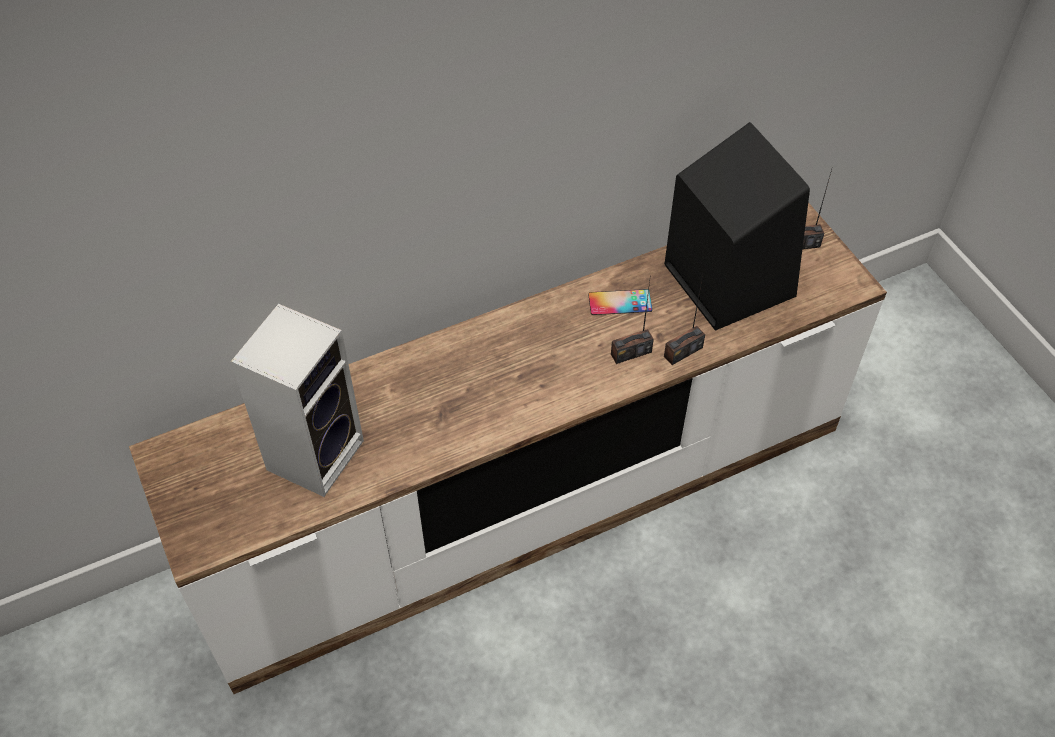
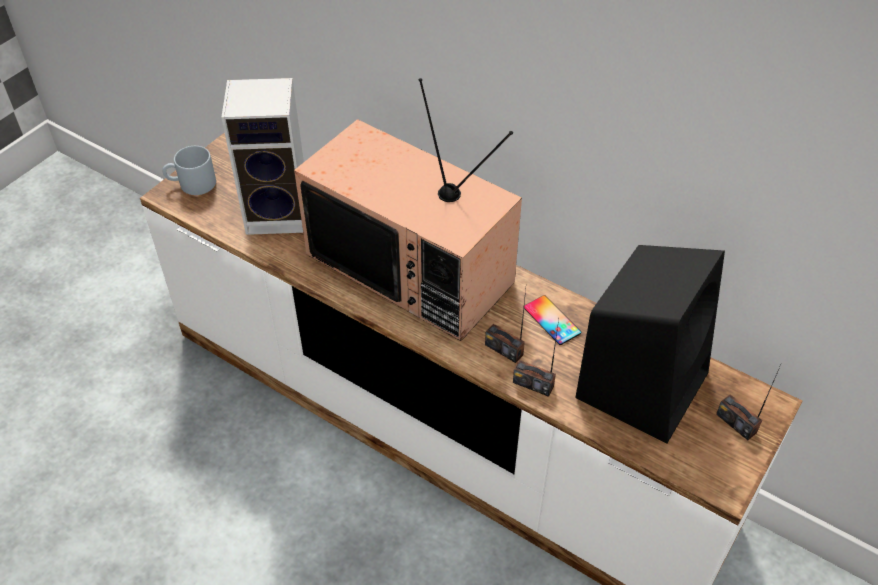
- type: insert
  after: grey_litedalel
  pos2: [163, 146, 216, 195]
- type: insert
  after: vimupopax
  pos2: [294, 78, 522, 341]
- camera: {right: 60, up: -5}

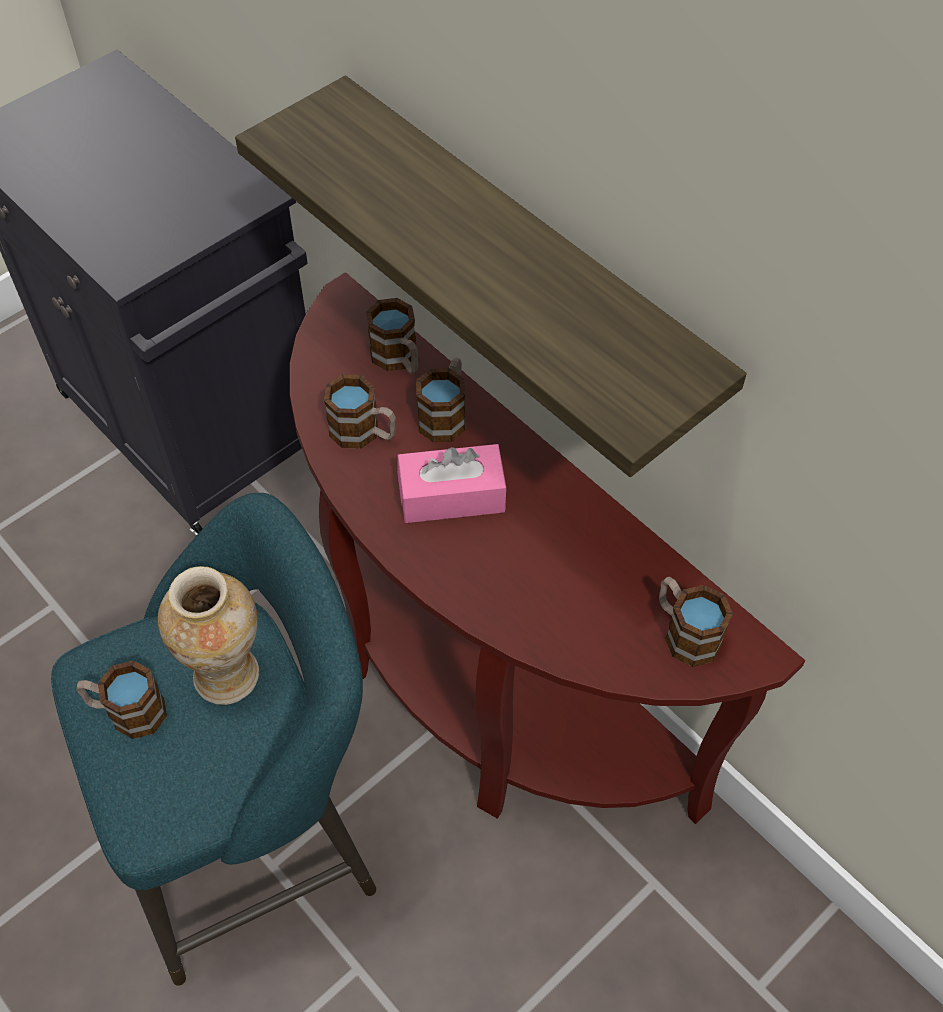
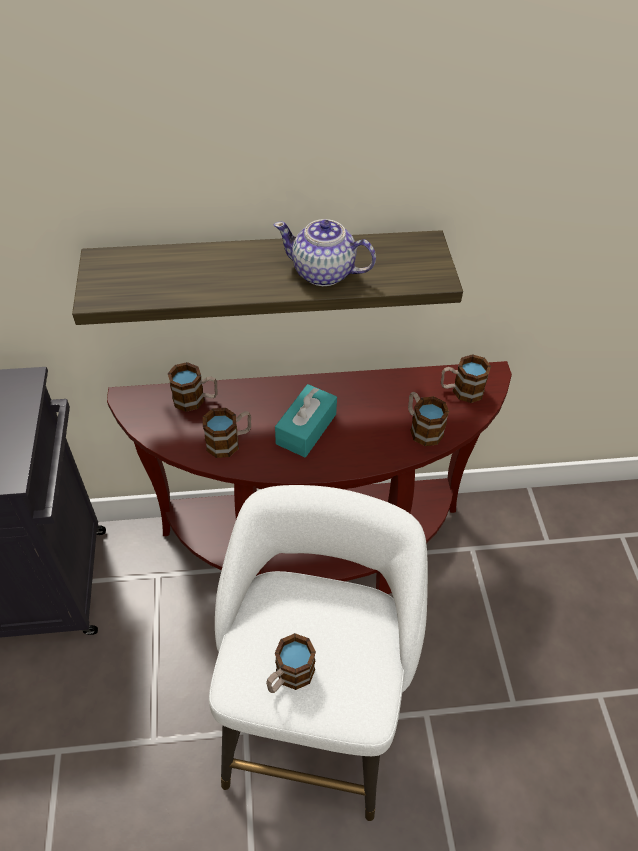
- type: delete
  before: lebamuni
  pos1: [158, 566, 259, 705]
- type: insert
  after: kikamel
  pos2: [274, 219, 376, 286]
- type: move
  before: litedalel
  pos1: [416, 358, 465, 442]
  pos2: [408, 392, 449, 446]
- type: recolor
  before: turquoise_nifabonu
  after: white_nifabonu
  pos1: [51, 493, 376, 986]
  pos2: [209, 485, 428, 821]
- type: recolor
  before: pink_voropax
  after: turquoise_voropax
  pos1: [397, 444, 507, 523]
  pos2: [275, 384, 337, 457]
- camera: {right: -55, up: -5}

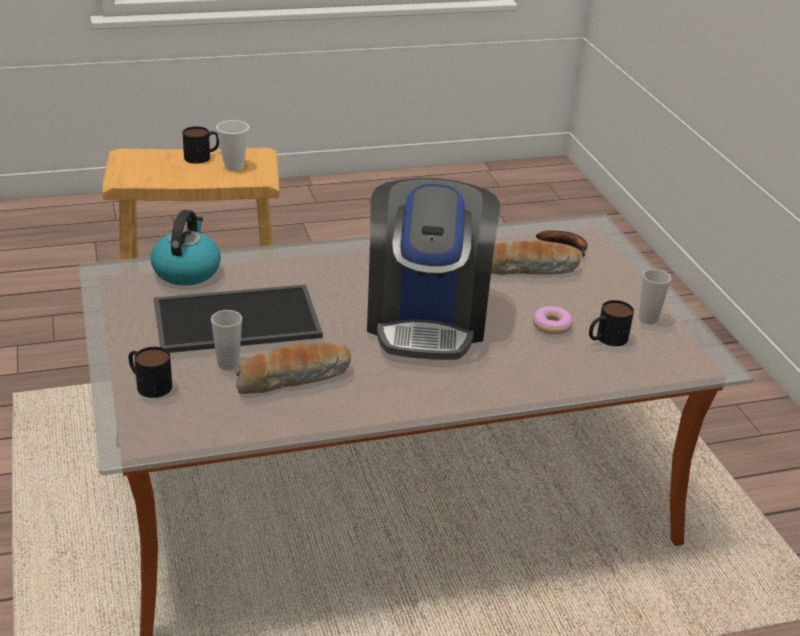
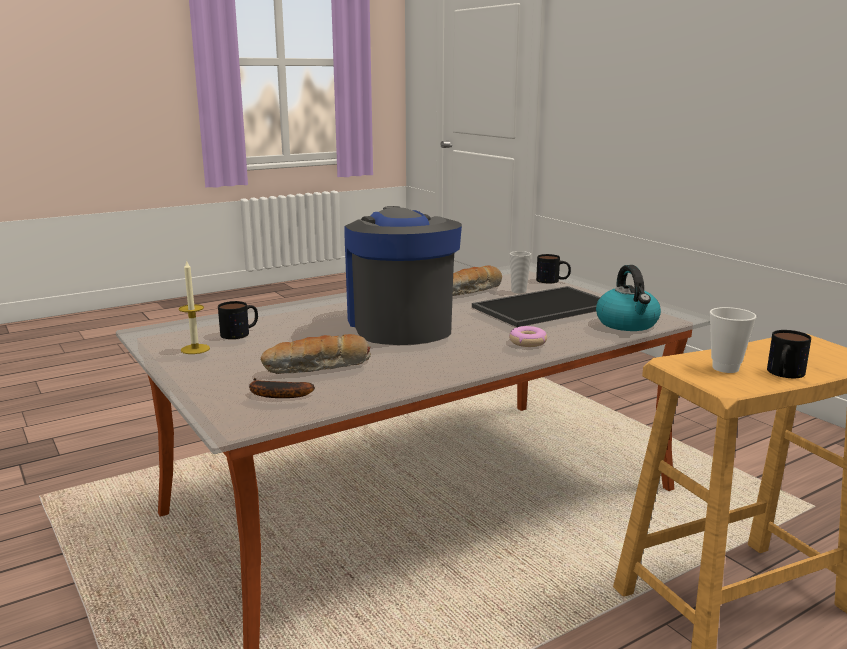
- type: move
  before: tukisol
  pos1: [533, 306, 573, 335]
  pos2: [509, 326, 547, 347]
- type: replace
  before: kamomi
  after: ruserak
  pos1: [639, 269, 671, 324]
  pos2: [179, 261, 210, 354]
- camera: {right: 165, up: -15}

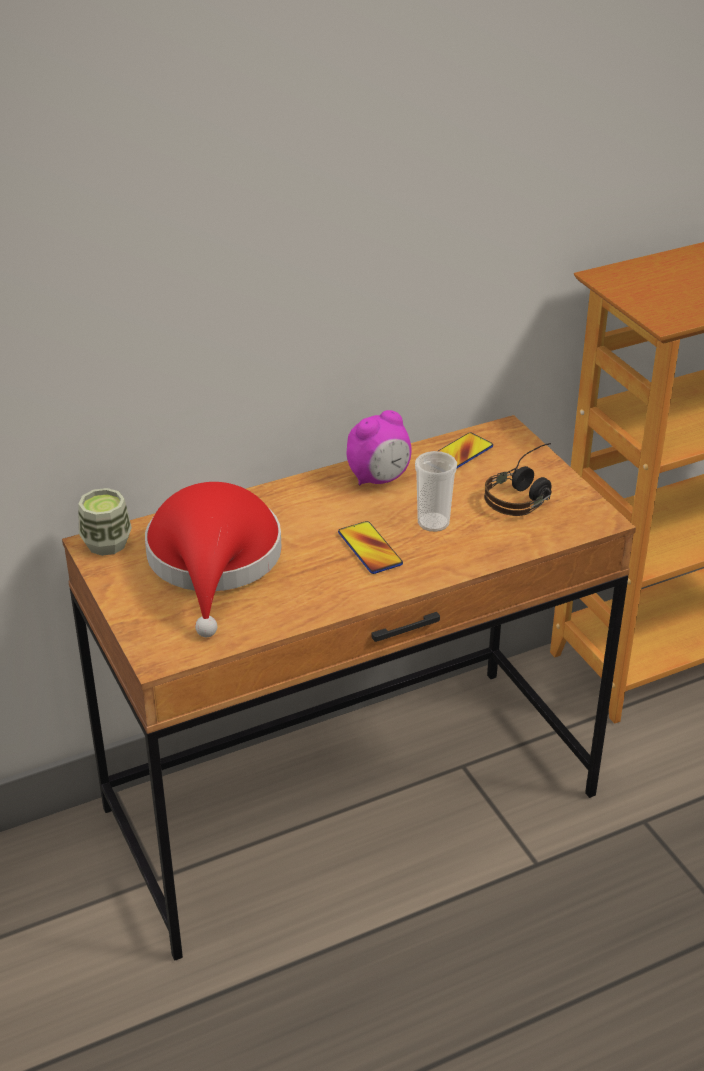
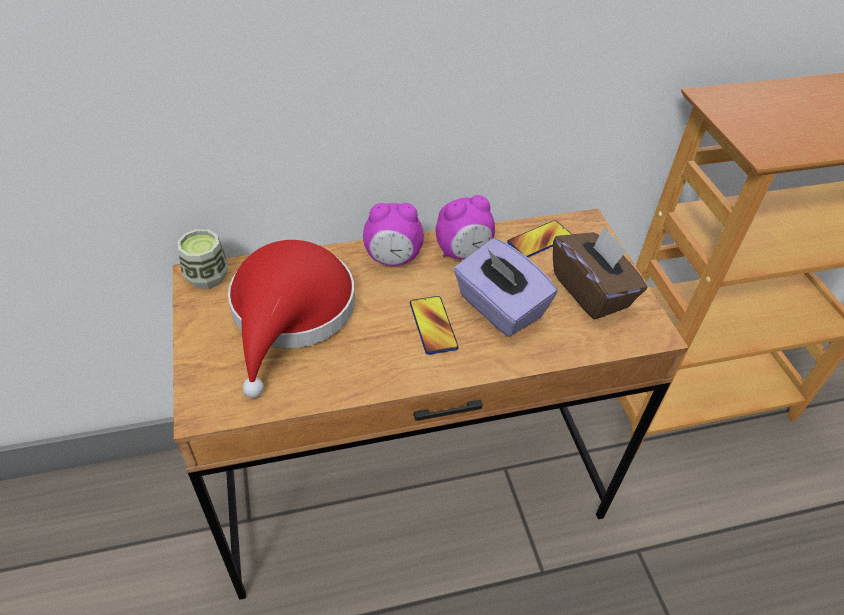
- type: insert
  after: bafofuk
  pos2: [363, 203, 424, 266]
- type: replace
  before: kamomi
  after: purple_voropax
  pos1: [415, 451, 457, 532]
  pos2: [454, 238, 558, 337]
- type: replace
  before: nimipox
  after: brown_voropax
  pos1: [484, 443, 552, 516]
  pos2: [553, 226, 647, 320]
- camera: {right: 10, up: 10}

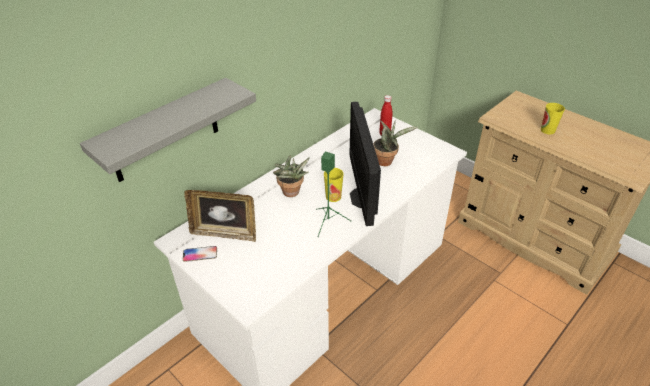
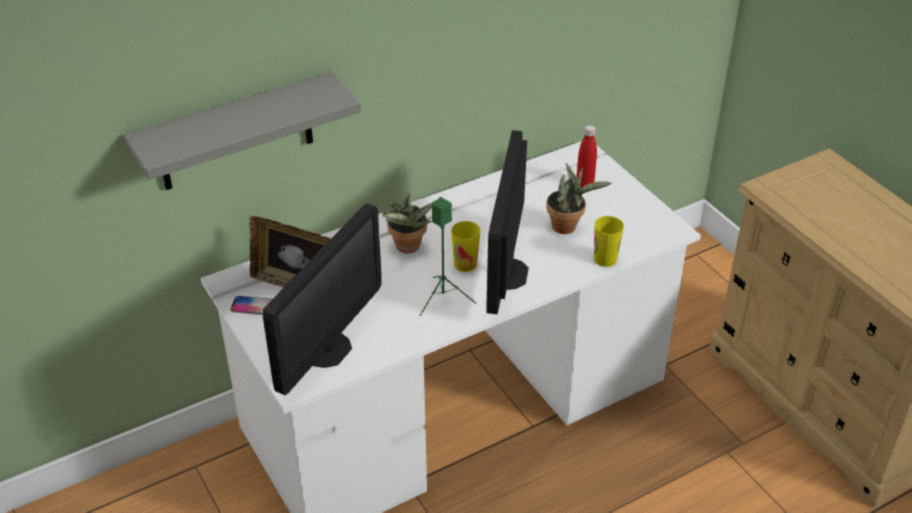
- type: insert
  after: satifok
  pos2: [263, 204, 382, 395]
- type: move
  before: kamomi
  pos1: [541, 103, 565, 134]
  pos2: [594, 216, 624, 267]
- camera: {right: 15, up: 0}

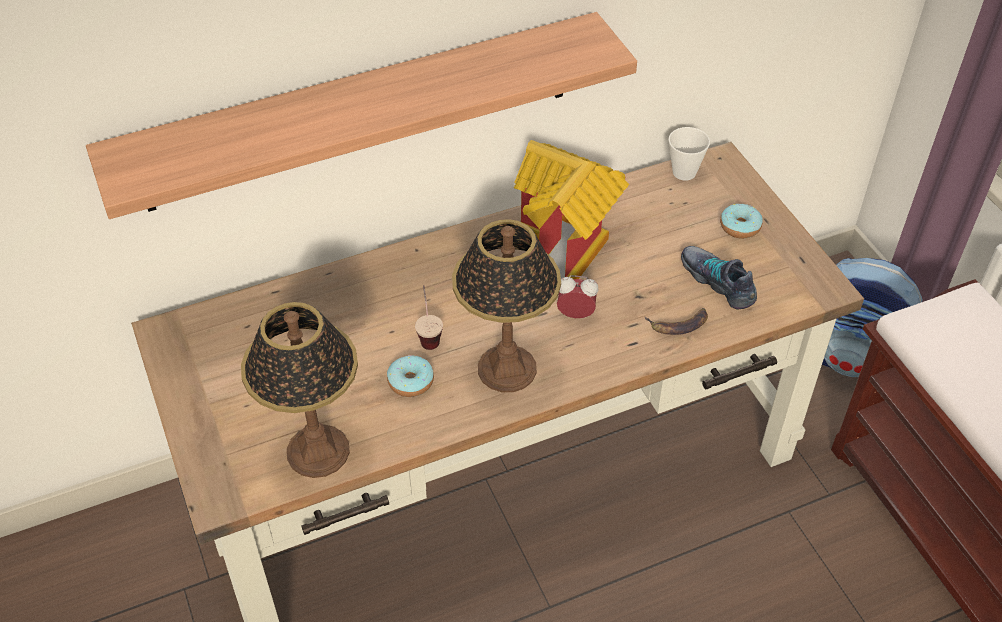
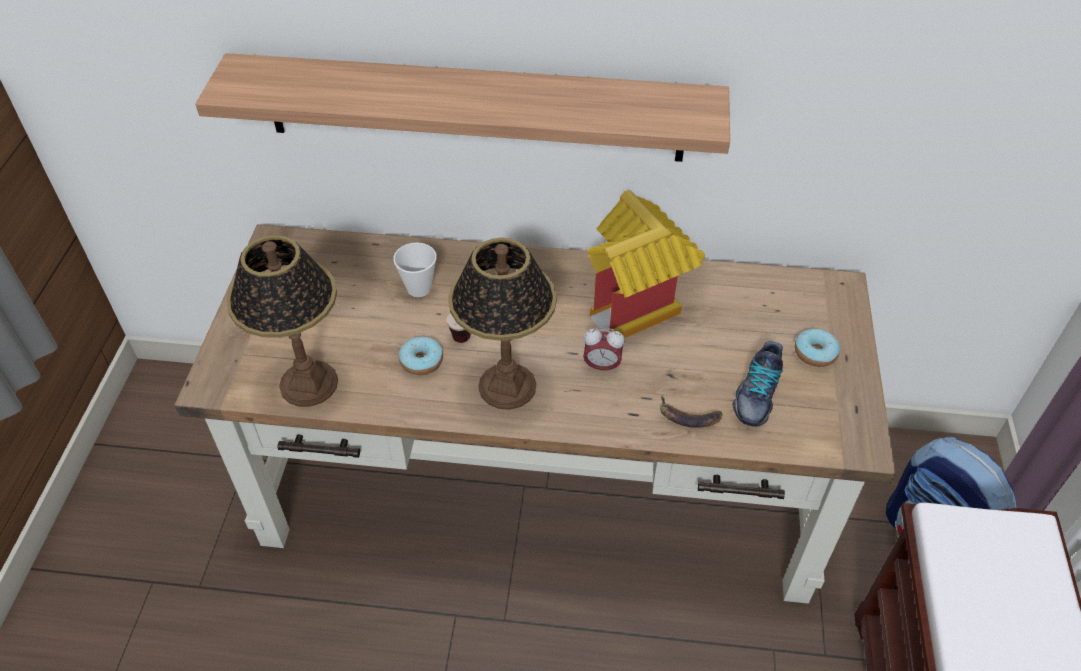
- type: move
  before: kamomi
  pos1: [668, 127, 710, 181]
  pos2: [393, 243, 437, 297]
- type: rotate
  before: bafofuk
  pos1: [557, 275, 598, 318]
  pos2: [583, 327, 625, 373]
  turn: 150
- type: rotate
  before: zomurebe
  pos1: [681, 246, 757, 310]
  pos2: [732, 341, 783, 426]
  turn: -150
- camera: {right: 30, up: 0}

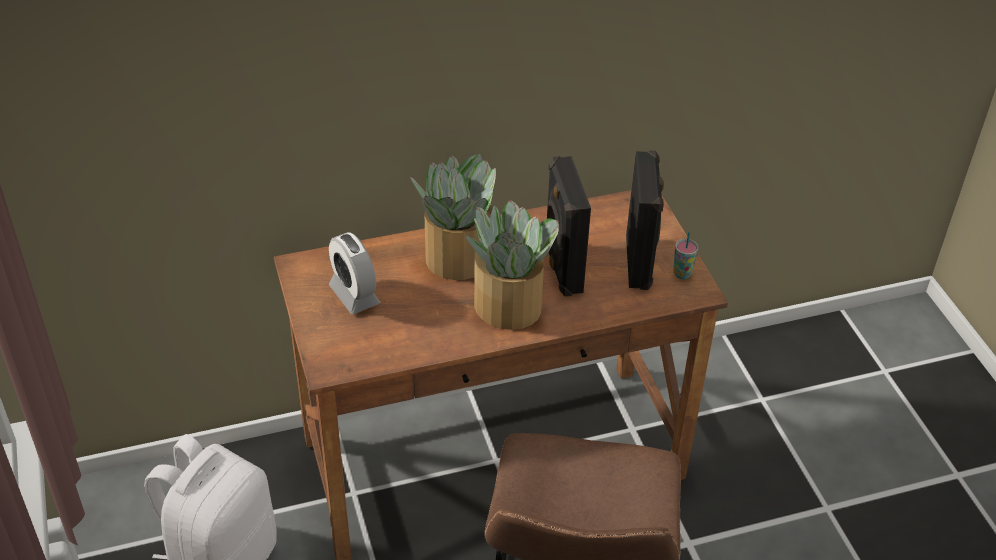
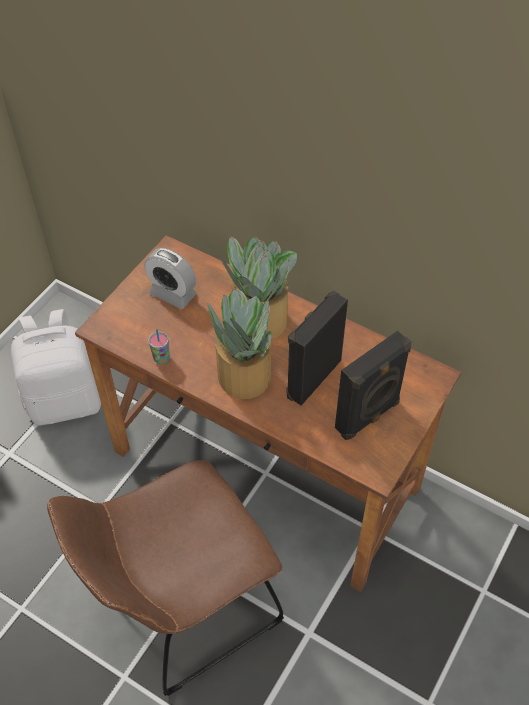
- type: move
  before: kamomi
  pos1: [673, 232, 698, 279]
  pos2: [148, 329, 170, 364]
- type: rotate
  before: bafofuk
  pos1: [329, 232, 380, 314]
  pos2: [145, 248, 197, 309]
  turn: -75
- camera: {right: 50, up: 10}

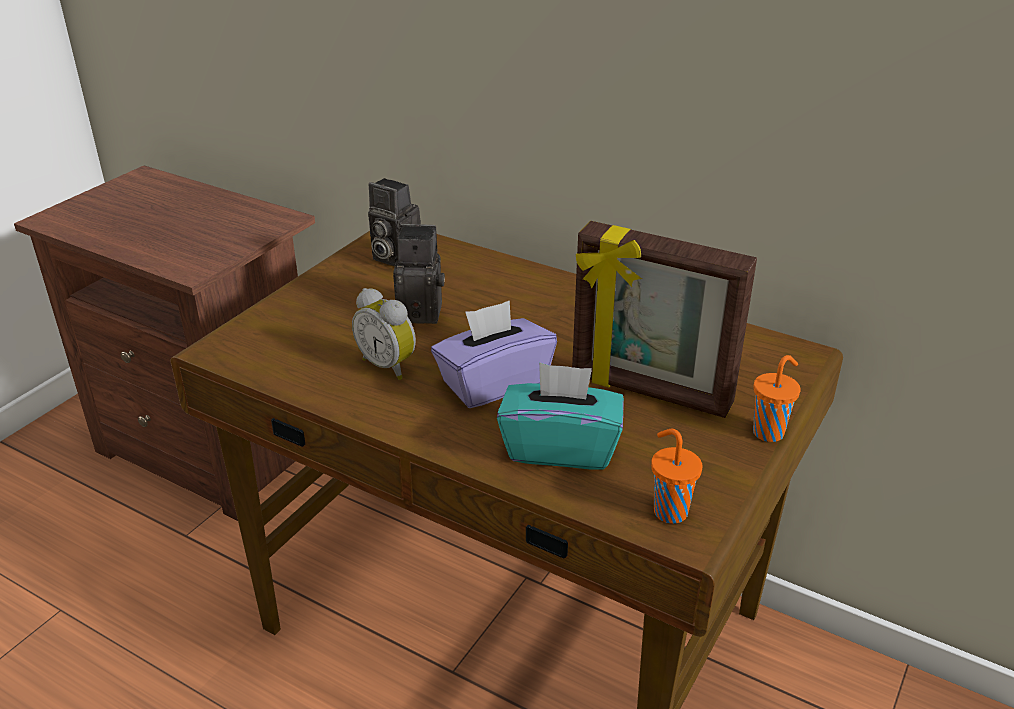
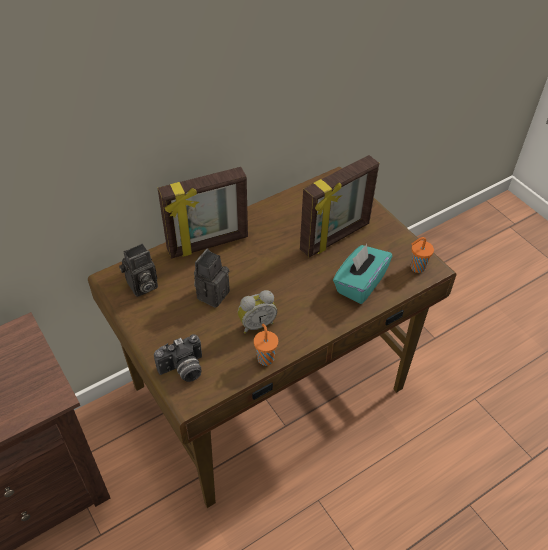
- type: delete
  before: purple_voropax
  pos1: [431, 300, 557, 408]
- type: insert
  after: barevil
  pos2: [154, 334, 202, 382]
- type: insert
  after: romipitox
  pos2: [157, 167, 248, 259]
- type: move
  before: orange_kamomi
  pos1: [753, 355, 801, 442]
  pos2: [254, 324, 278, 366]
- camera: {right: -65, up: 15}

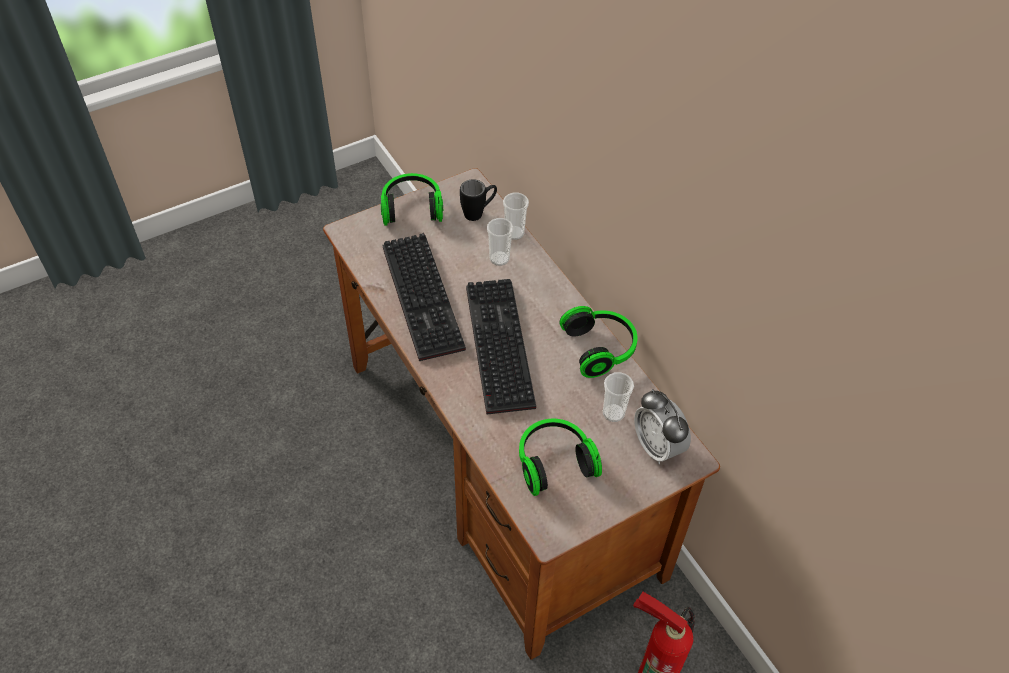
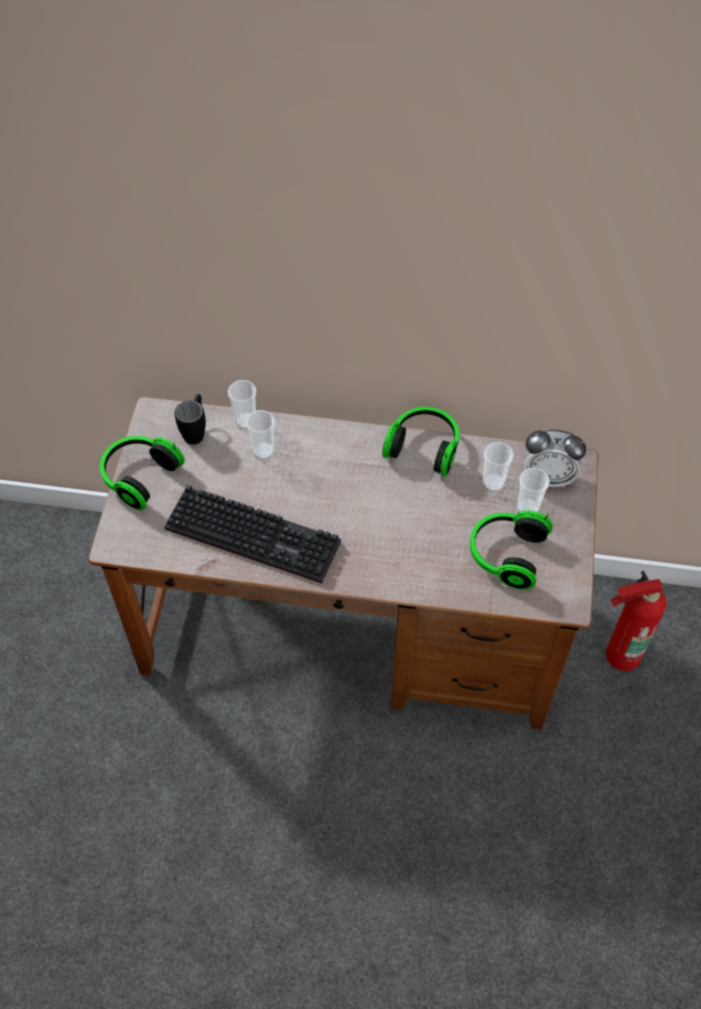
- type: delete
  before: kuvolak
  pos1: [466, 279, 536, 415]
- type: insert
  after: kamomi
  pos2: [517, 468, 550, 512]
- camera: {right: -50, up: 5}

